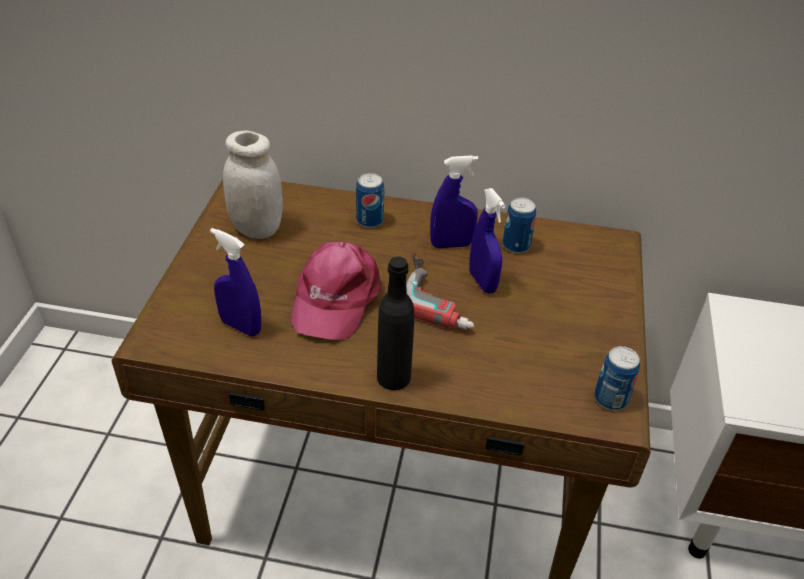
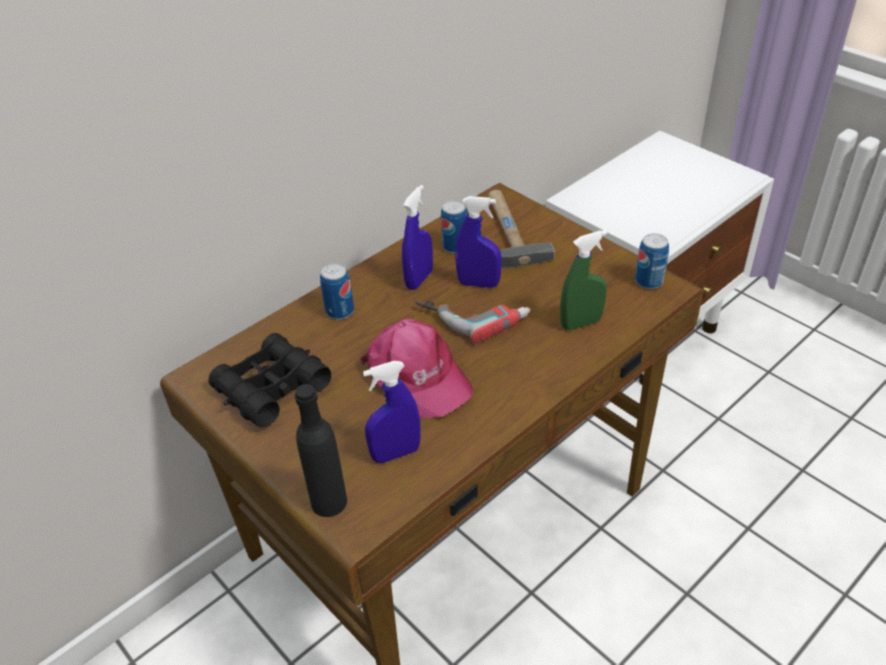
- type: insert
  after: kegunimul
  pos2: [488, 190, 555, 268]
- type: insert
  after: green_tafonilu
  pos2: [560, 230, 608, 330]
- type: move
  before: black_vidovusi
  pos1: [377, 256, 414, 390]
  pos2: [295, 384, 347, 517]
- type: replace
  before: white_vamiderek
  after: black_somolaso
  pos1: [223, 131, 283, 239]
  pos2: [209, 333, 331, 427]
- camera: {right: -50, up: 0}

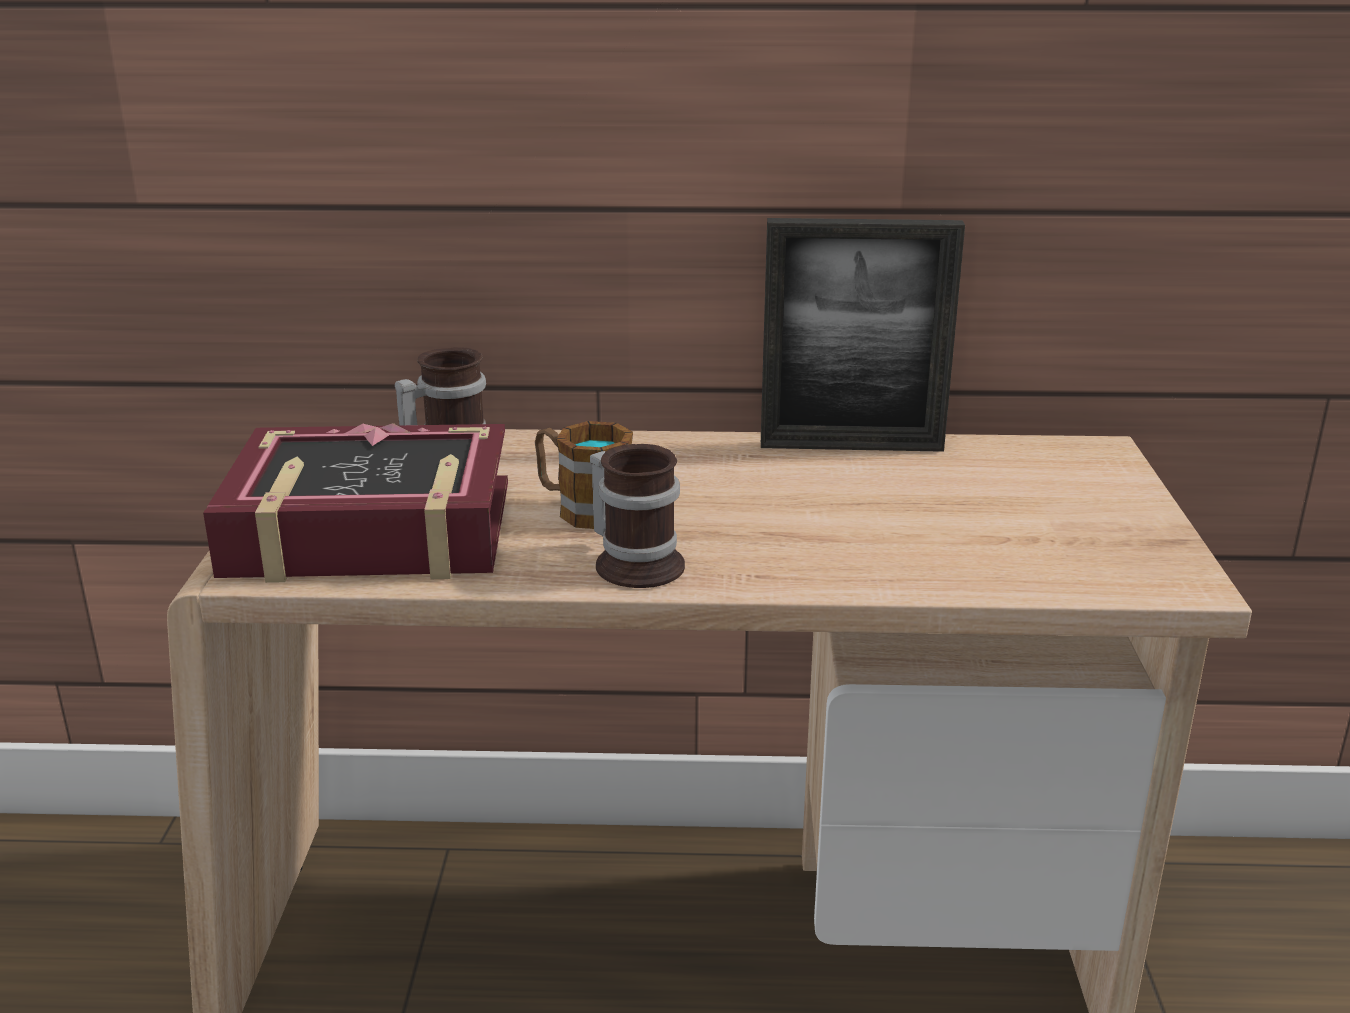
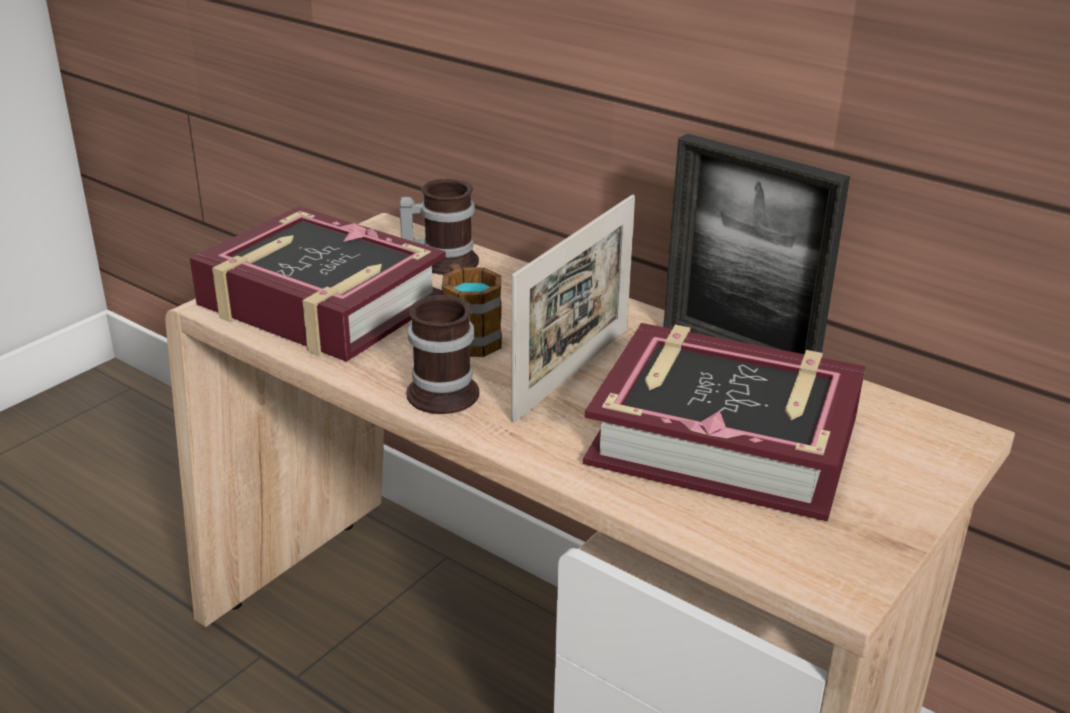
- type: insert
  after: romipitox
  pos2: [511, 195, 635, 423]
- type: insert
  after: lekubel
  pos2: [583, 323, 865, 522]
- camera: {right: 35, up: 5}

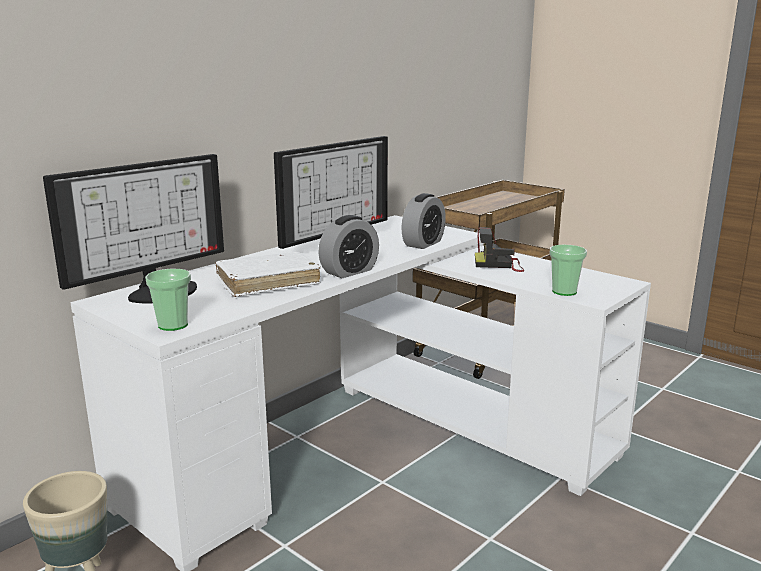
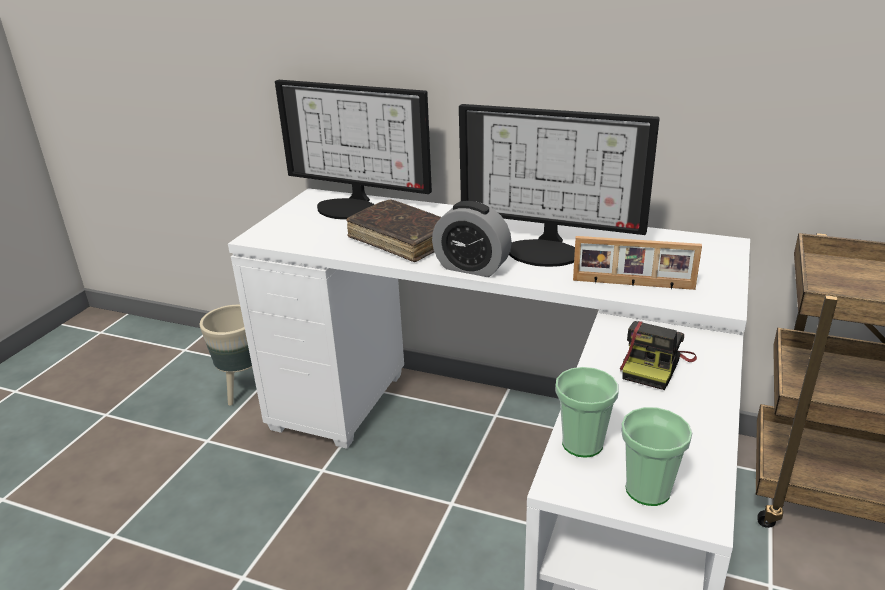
- type: move
  before: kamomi
  pos1: [145, 269, 191, 331]
  pos2: [621, 407, 692, 506]
- type: replace
  before: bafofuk
  after: romipitox
  pos1: [401, 193, 446, 249]
  pos2: [573, 236, 702, 290]
- type: recolor
  before: white_lekubel
  after: brown_lekubel
  pos1: [215, 252, 321, 297]
  pos2: [347, 199, 441, 262]
- type: rotate
  before: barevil
  pos1: [475, 227, 524, 272]
  pos2: [620, 321, 697, 390]
  turn: -135
- camera: {right: 70, up: 10}

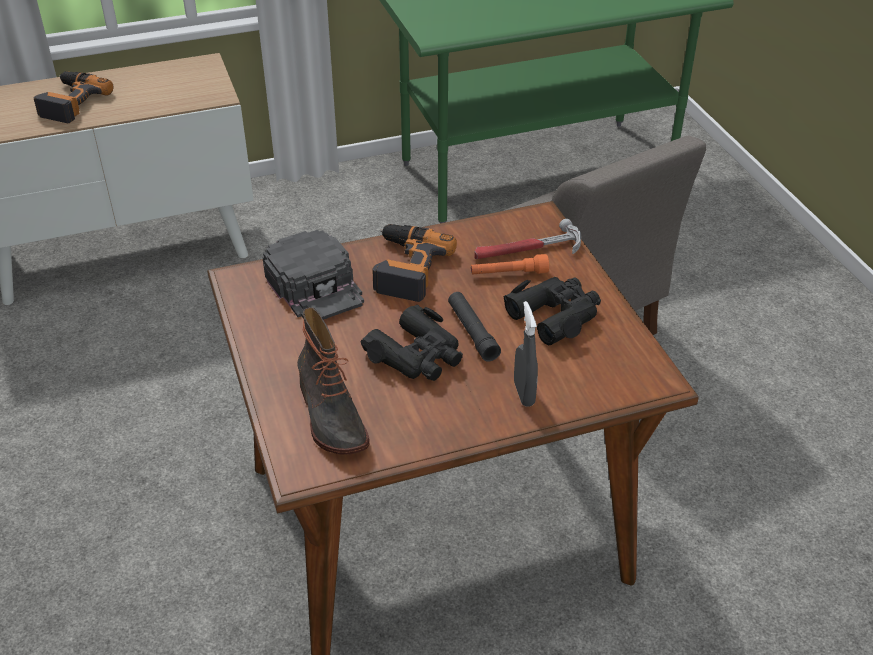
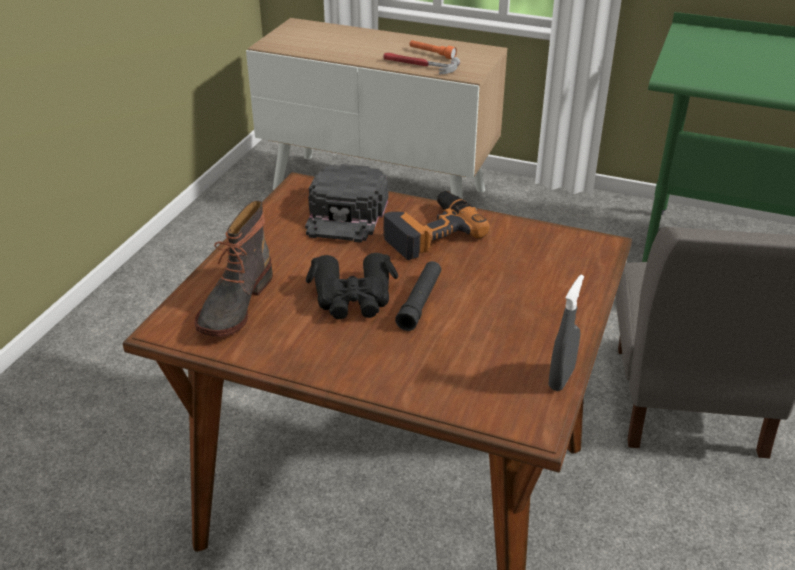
- type: delete
  before: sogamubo
  pos1: [33, 71, 113, 123]
- type: delete
  before: black_somolaso
  pos1: [504, 277, 601, 345]
- type: move
  before: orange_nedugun
  pos1: [471, 254, 549, 274]
  pos2: [409, 40, 457, 59]
- type: move
  before: kegunimul
  pos1: [474, 219, 581, 259]
  pos2: [384, 53, 460, 74]
- type: move
  before: grey_tafonilu
  pos1: [514, 301, 538, 406]
  pos2: [549, 275, 584, 391]
- camera: {right: 40, up: -5}

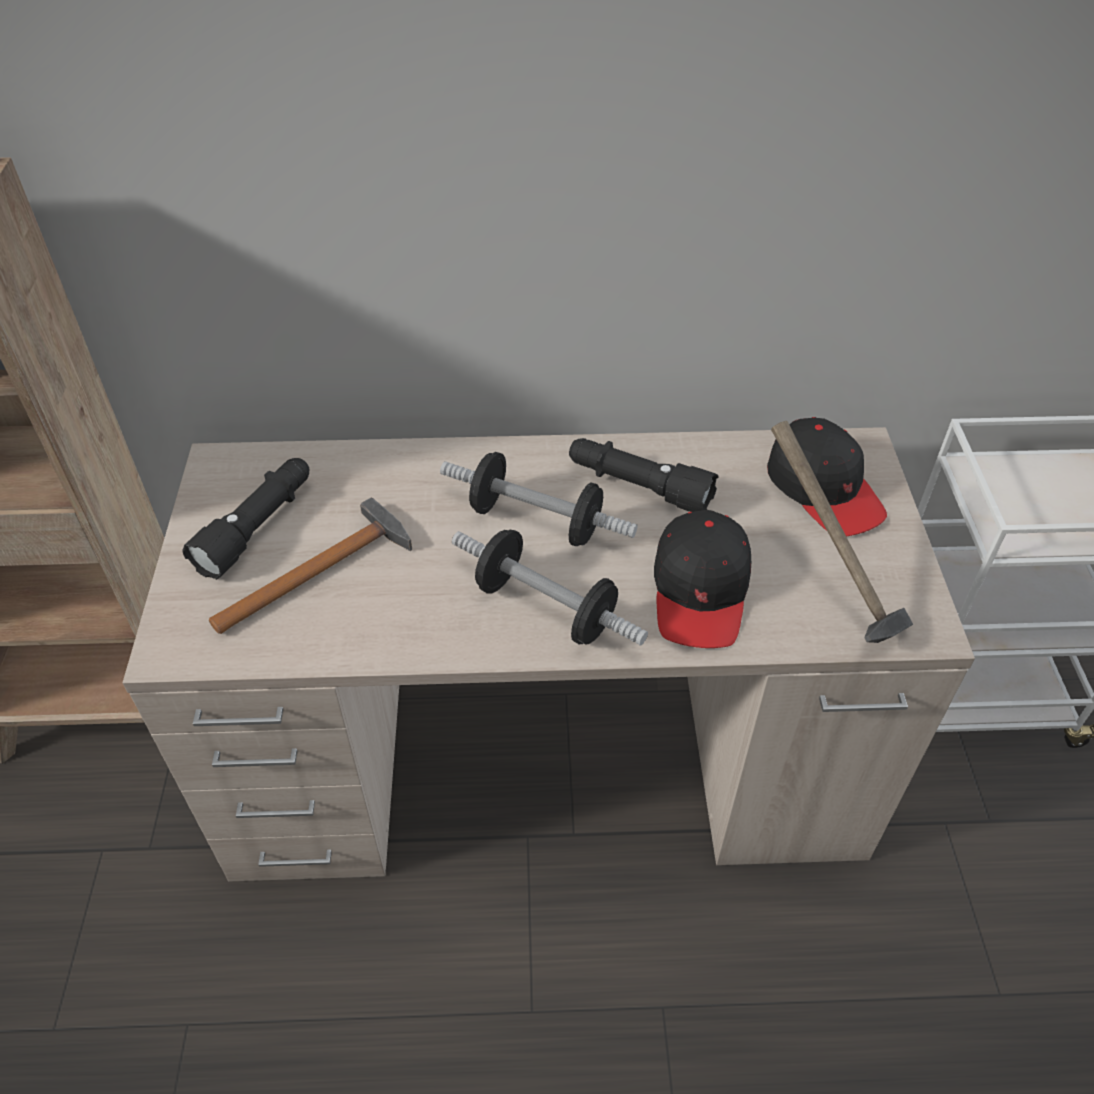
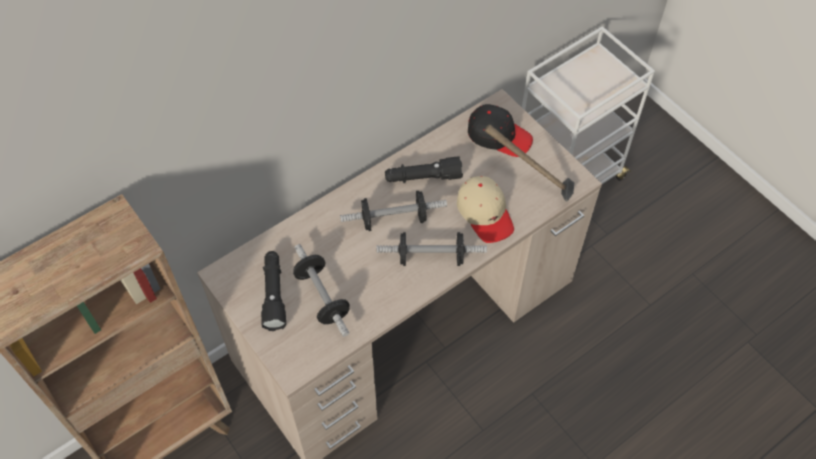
- type: replace
  before: kegunimul
  after: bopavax
  pos1: [209, 498, 412, 634]
  pos2: [293, 244, 350, 337]
- type: recolor
  before: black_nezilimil
  after: beige_nezilimil
  pos1: [654, 510, 751, 648]
  pos2: [457, 176, 514, 243]
- camera: {right: -35, up: 10}

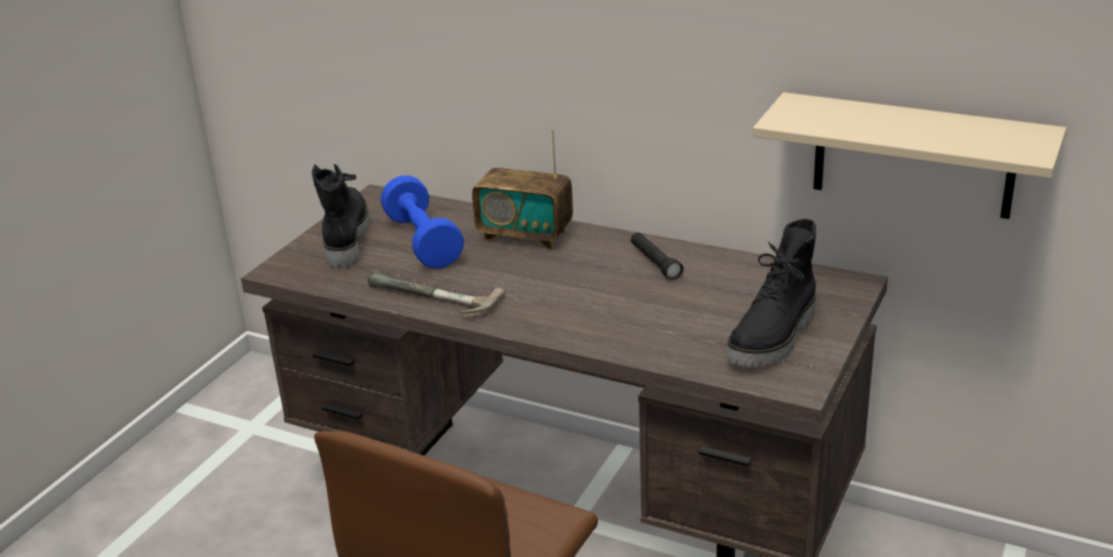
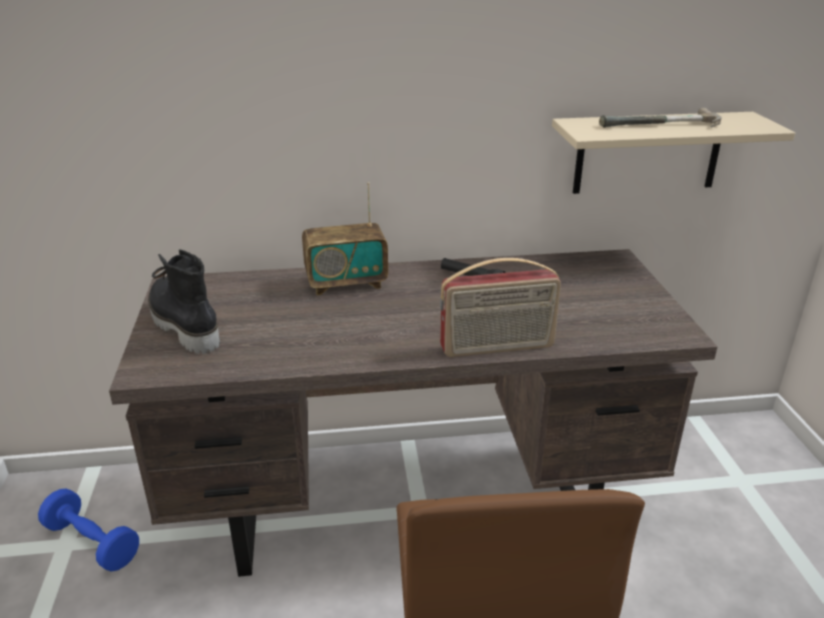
- type: delete
  before: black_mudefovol
  pos1: [726, 219, 816, 367]
- type: insert
  after: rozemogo
  pos2: [440, 258, 561, 357]
- type: move
  before: kegunimul
  pos1: [368, 273, 505, 319]
  pos2: [599, 108, 722, 128]
- type: move
  before: blue_bopavax
  pos1: [381, 175, 464, 269]
  pos2: [38, 488, 139, 572]
- camera: {right: -35, up: 0}

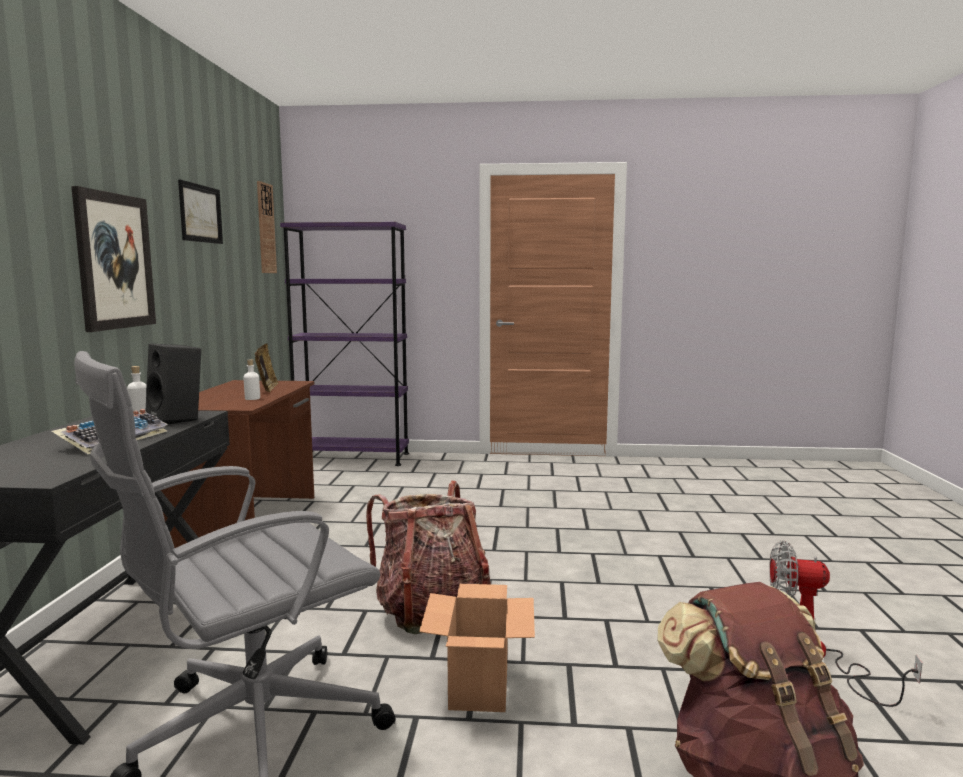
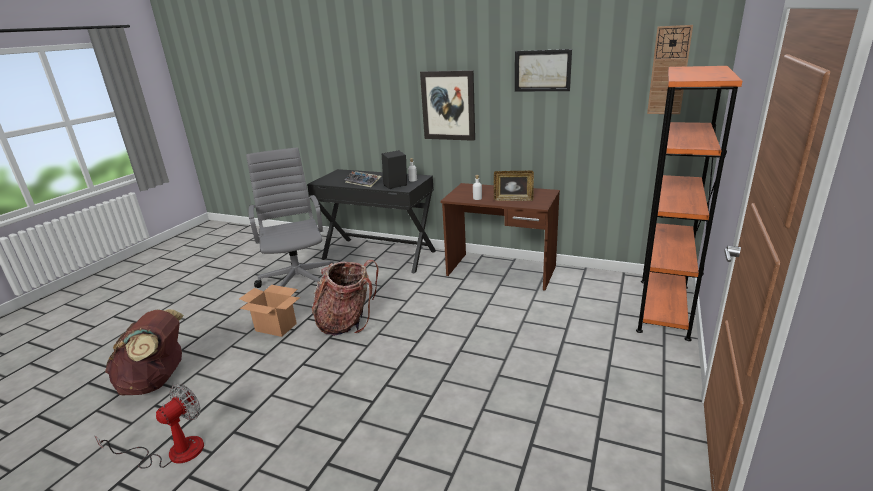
- type: recolor
  before: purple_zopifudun
  after: orange_zopifudun
  pos1: [280, 222, 409, 466]
  pos2: [636, 66, 742, 341]
- camera: {right: 110, up: 15}

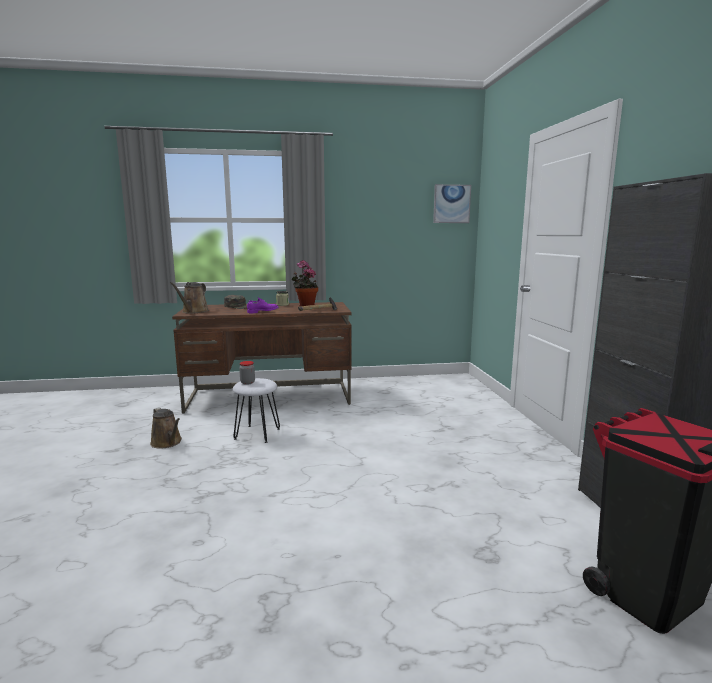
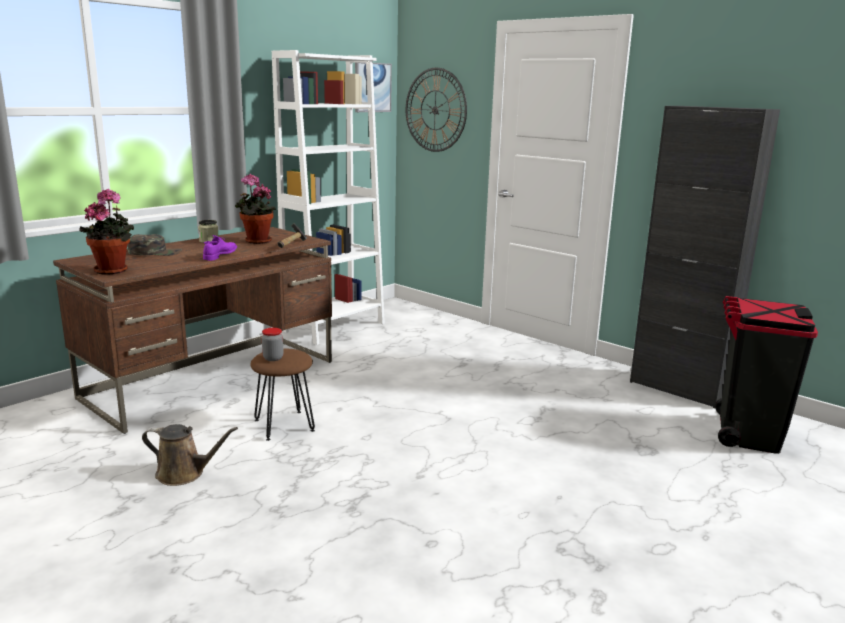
- type: insert
  after: white_zopifudun
  pos2: [272, 50, 384, 345]
- type: insert
  after: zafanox
  pos2: [406, 68, 467, 152]
- type: replace
  before: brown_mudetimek
  after: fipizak
  pos1: [170, 282, 209, 314]
  pos2: [79, 189, 134, 275]
- type: recolor
  before: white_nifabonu
  after: brown_nifabonu
  pos1: [233, 378, 280, 443]
  pos2: [250, 349, 315, 441]
- camera: {right: -40, up: 5}

